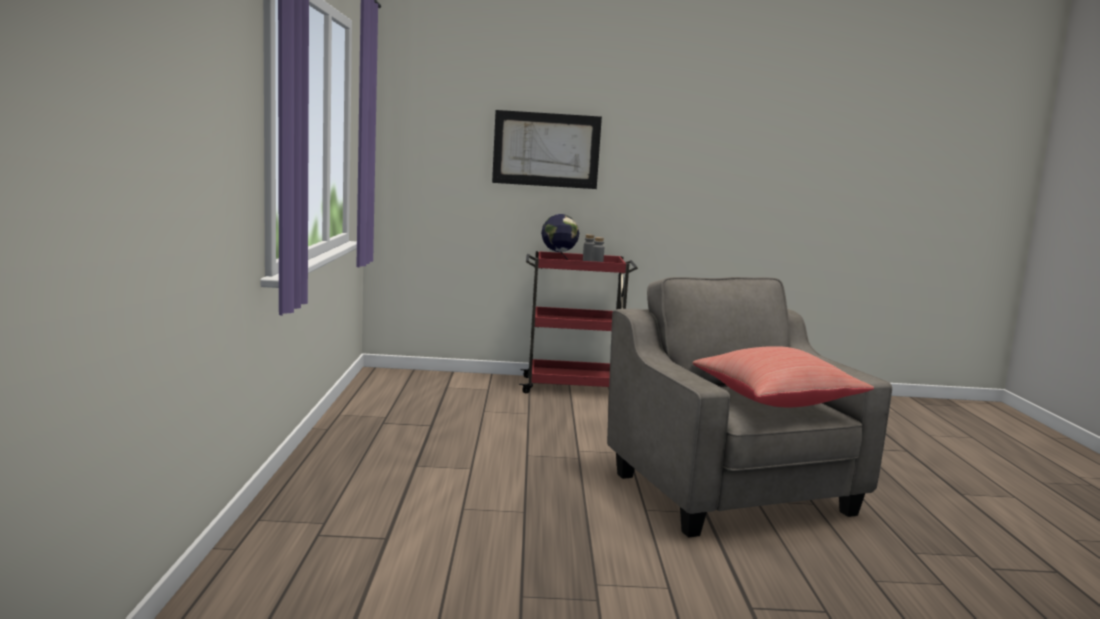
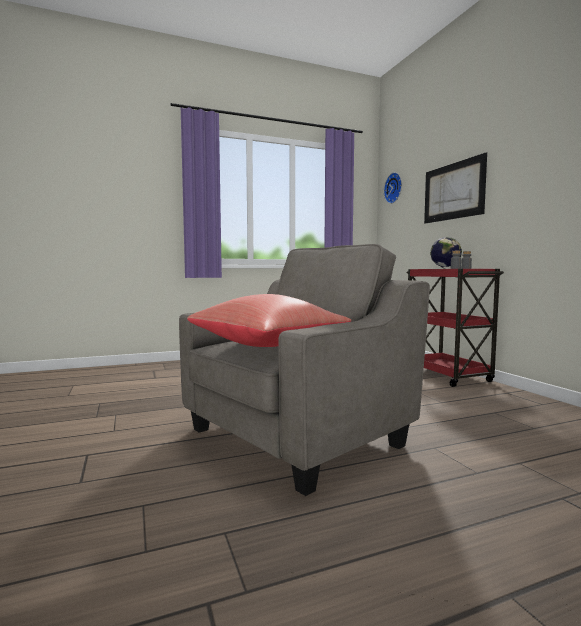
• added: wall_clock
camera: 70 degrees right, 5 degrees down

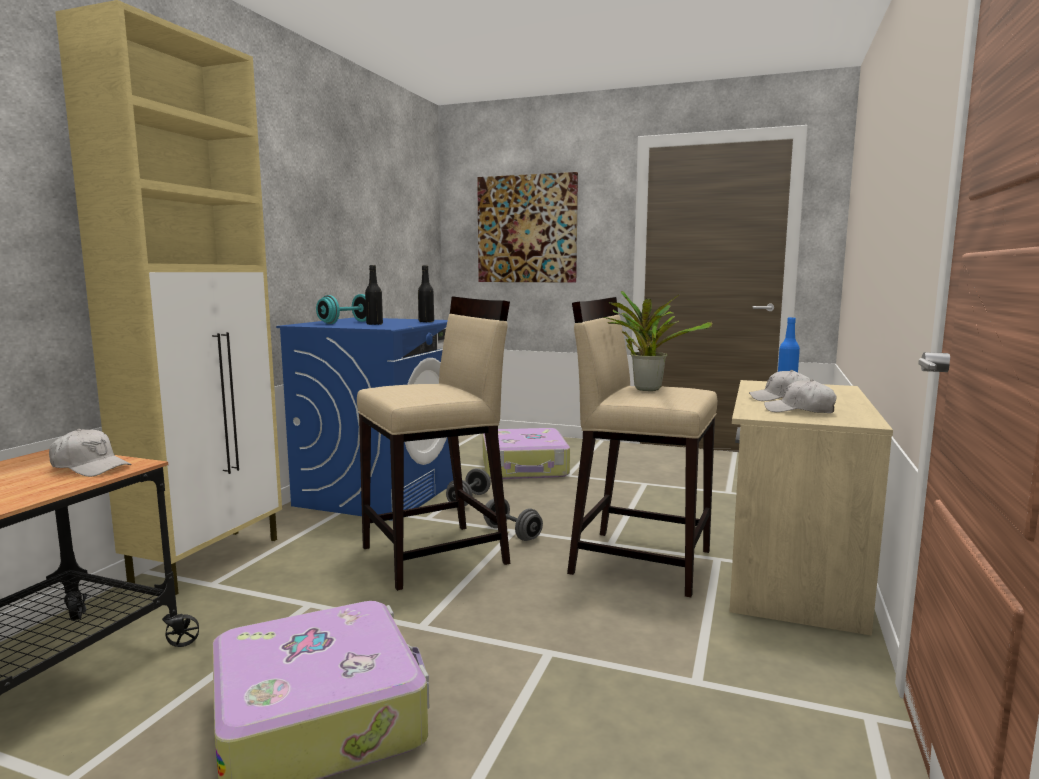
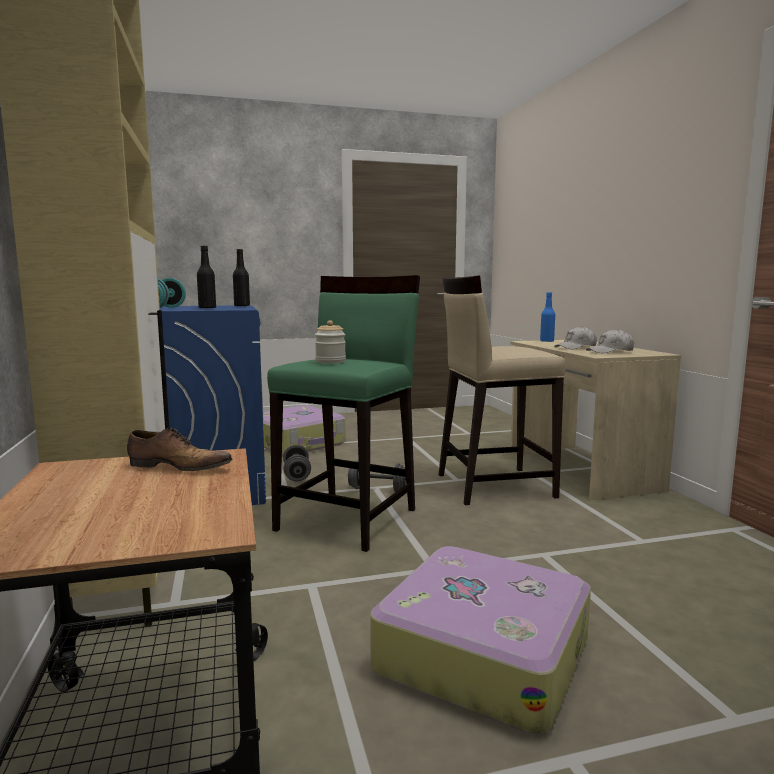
• removed: picture
• removed: potted_plant
• recoloured: beige_stool (1st from left) to green_stool
• replaced: white_cap (1st from left) to shoe
• added: jar
camera: 35 degrees left, 0 degrees up

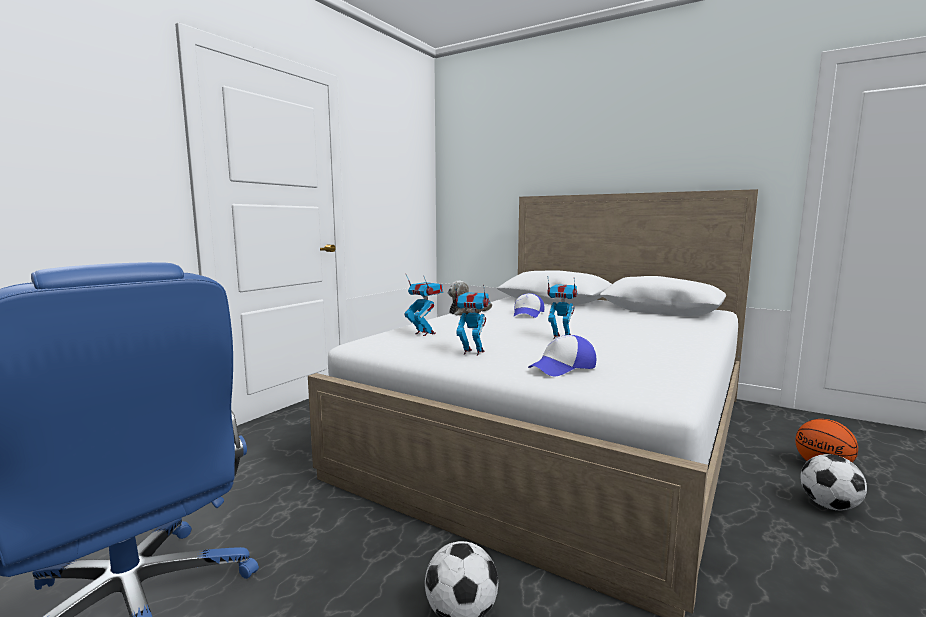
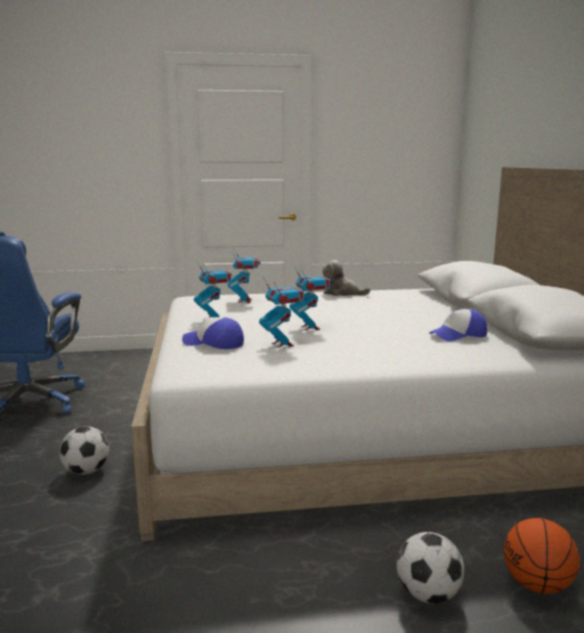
• moved: cap (1st from left in the first image) to cap (2nd from left)
• added: toy_robot (3rd from left)
camera: 50 degrees right, 5 degrees up

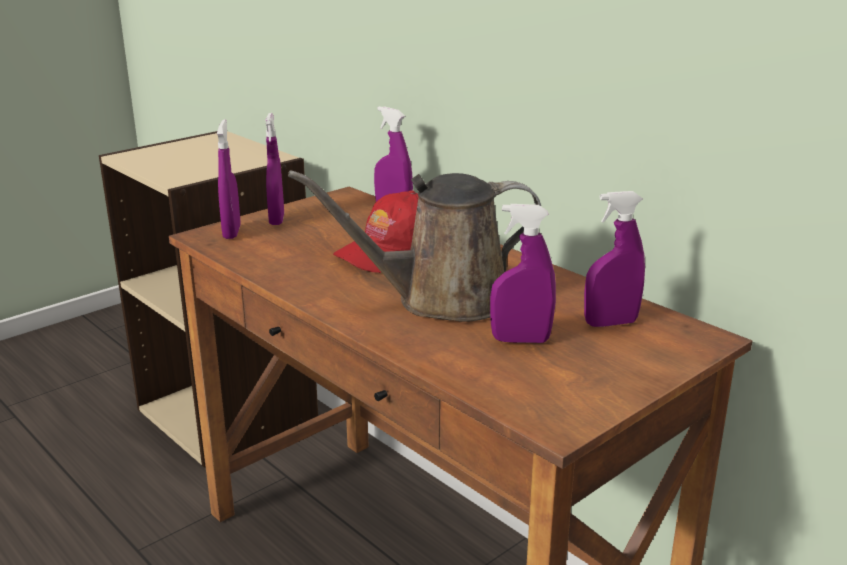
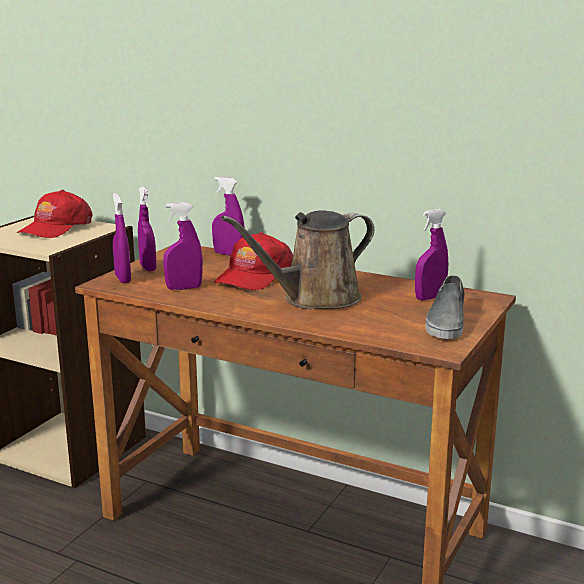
• moved: purple_spray_bottle (4th from left in the first image) to purple_spray_bottle (3rd from left)
• added: red_cap (1st from left)
• added: grey_shoe
camera: 20 degrees left, 5 degrees down

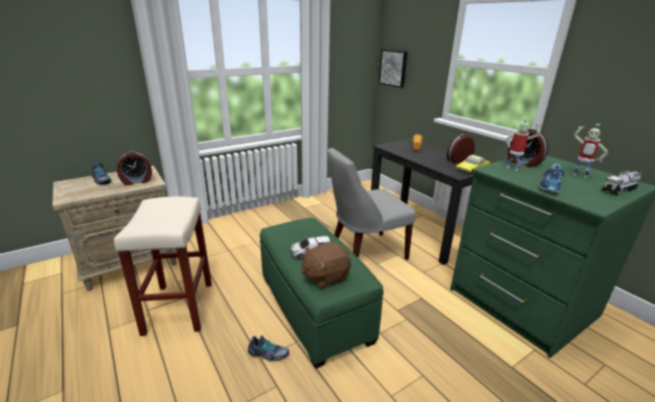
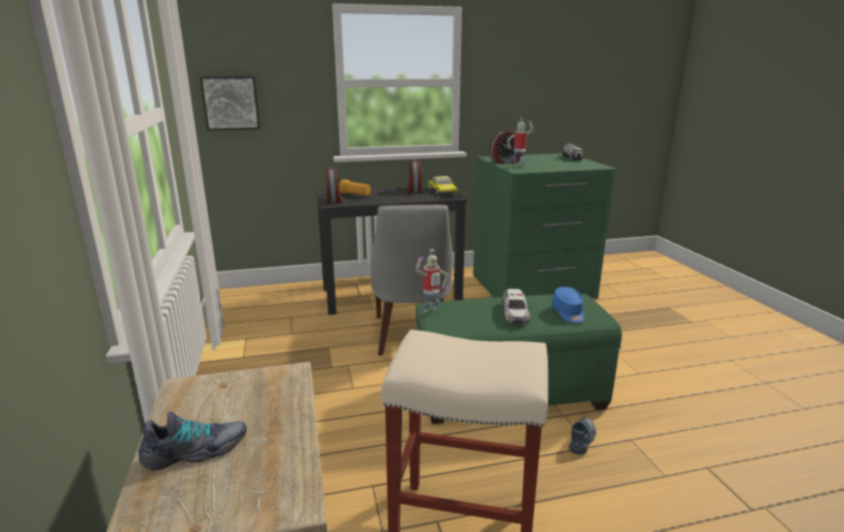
• moved: toy_robot (2nd from left in the first image) to toy_robot (1st from left)
• moved: alarm_clock (1st from left)
• removed: shoe (3rd from left)
• replaced: brown_plush_toy to blue_cap
camera: 70 degrees left, 5 degrees down

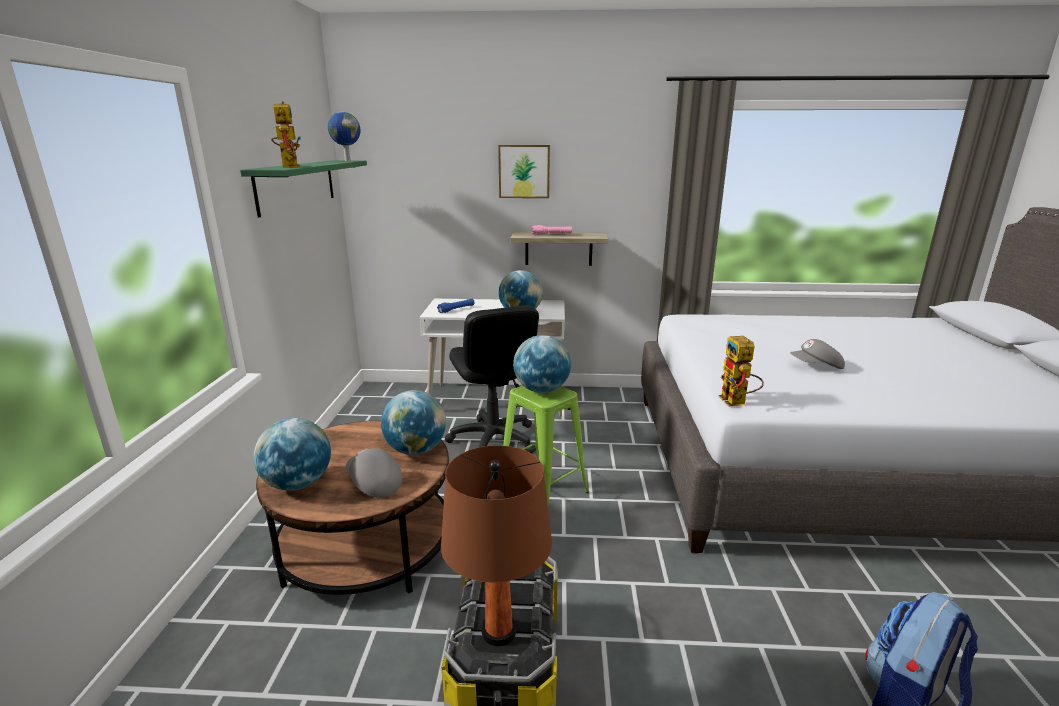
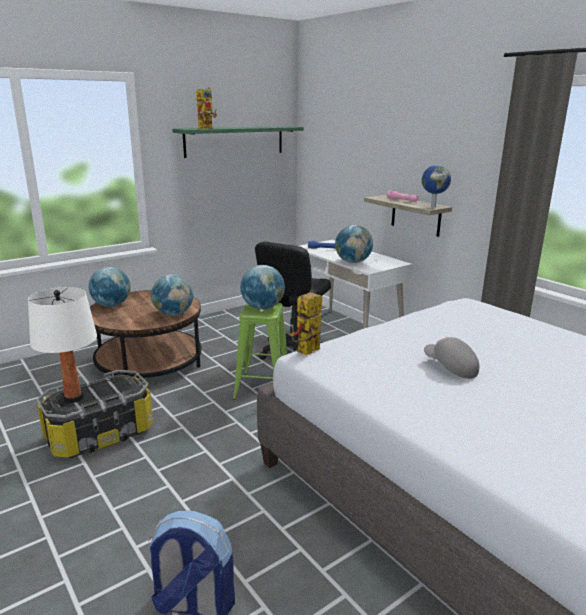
• moved: globe (2nd from left in the first image) to globe (5th from left)
• removed: picture
• recoloured: brown_table_lamp to white_table_lamp
• removed: grey_cap (1st from left)
camera: 50 degrees right, 0 degrees up

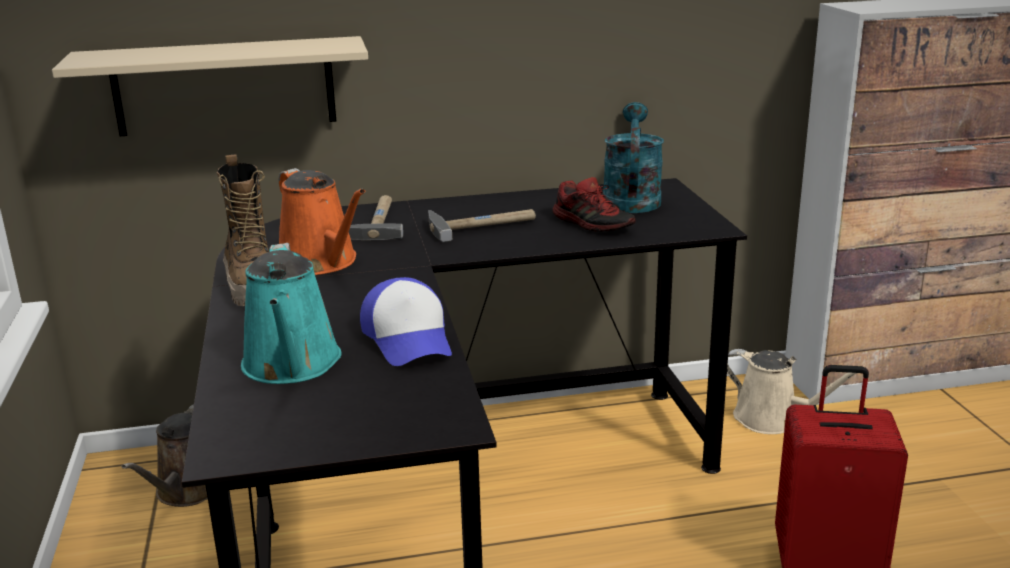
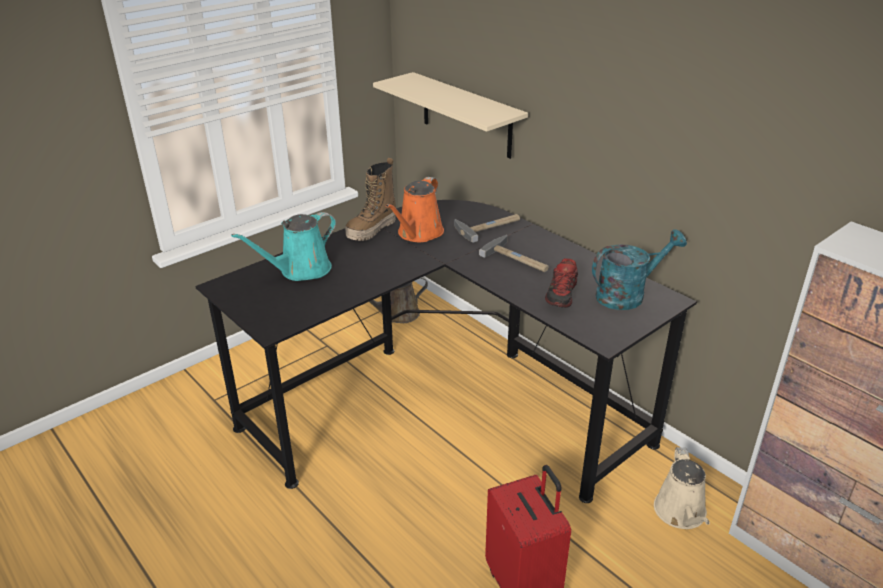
• removed: cap
camera: 60 degrees right, 10 degrees up

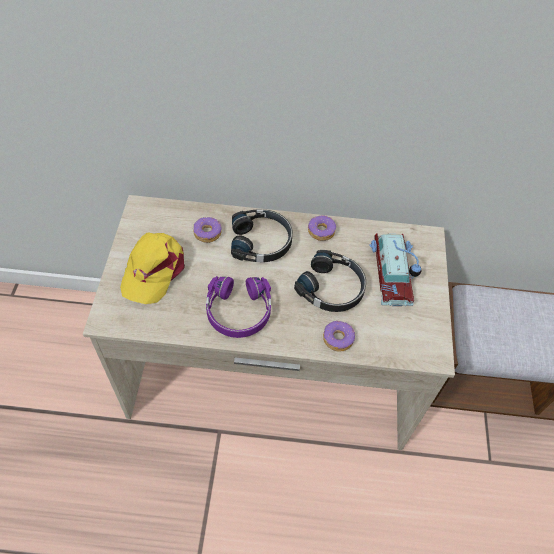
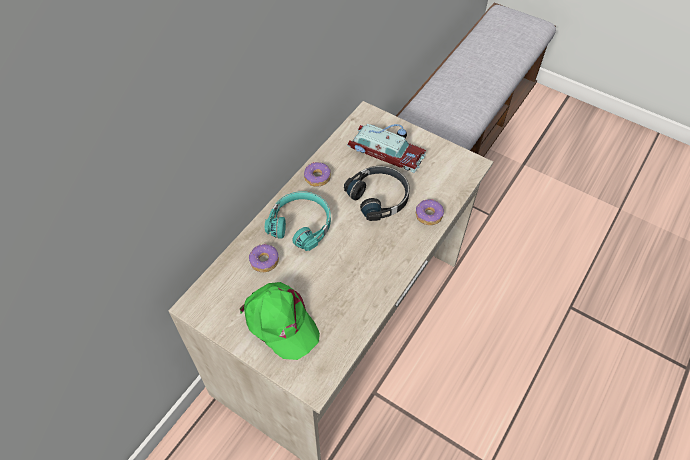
• recoloured: black_headphones (1st from left) to turquoise_headphones
• recoloured: yellow_cap to green_cap
• removed: purple_headphones
camera: 60 degrees left, 0 degrees up

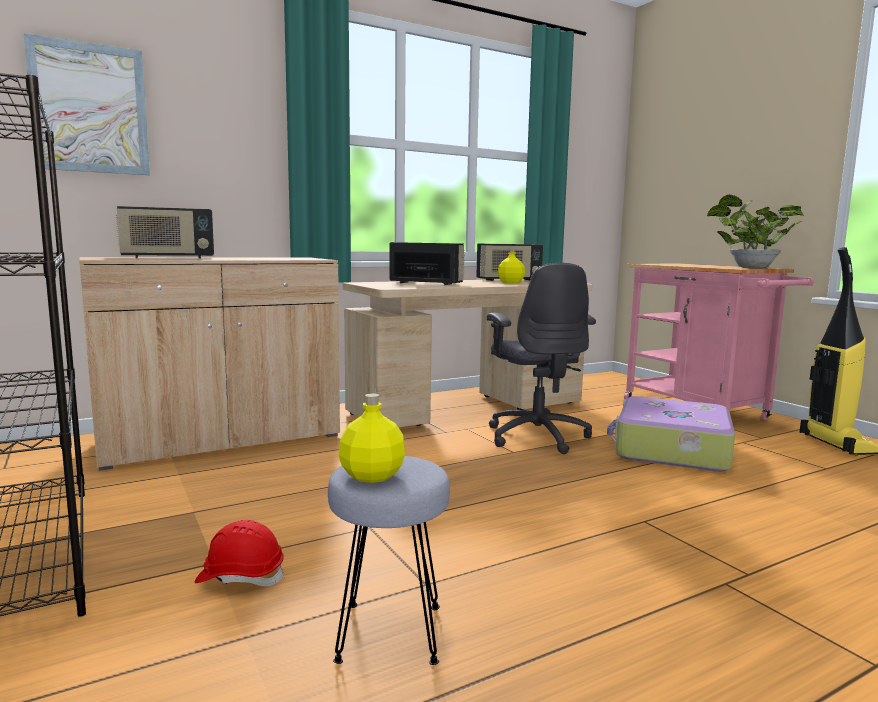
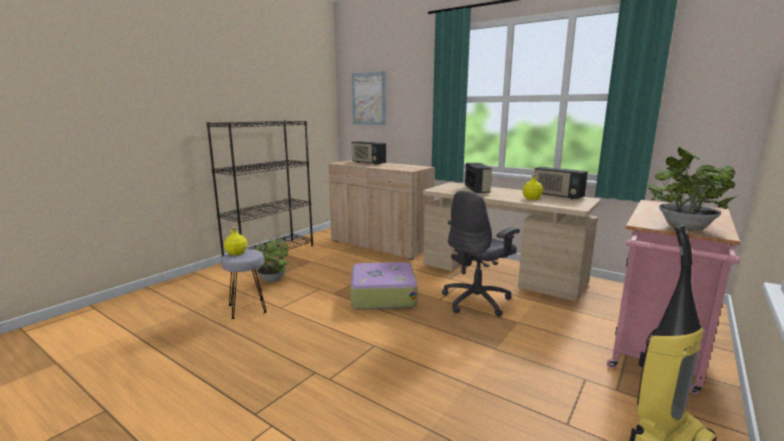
• moved: suitcase
• replaced: red_hard_hat to potted_plant (1st from left)
camera: 65 degrees right, 5 degrees up

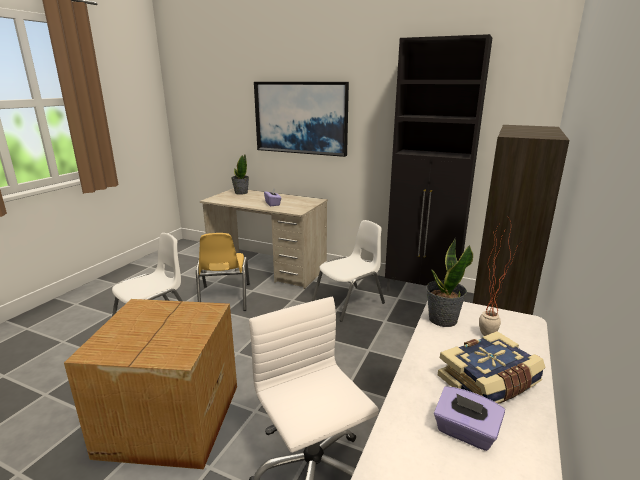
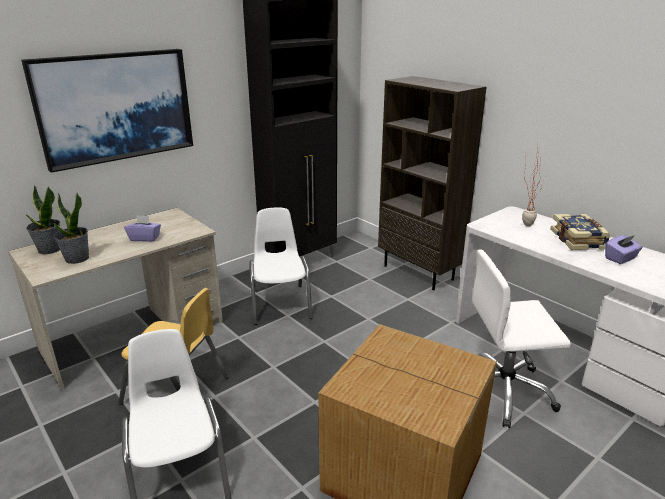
• moved: potted_plant (2nd from left)
camera: 65 degrees left, 5 degrees up

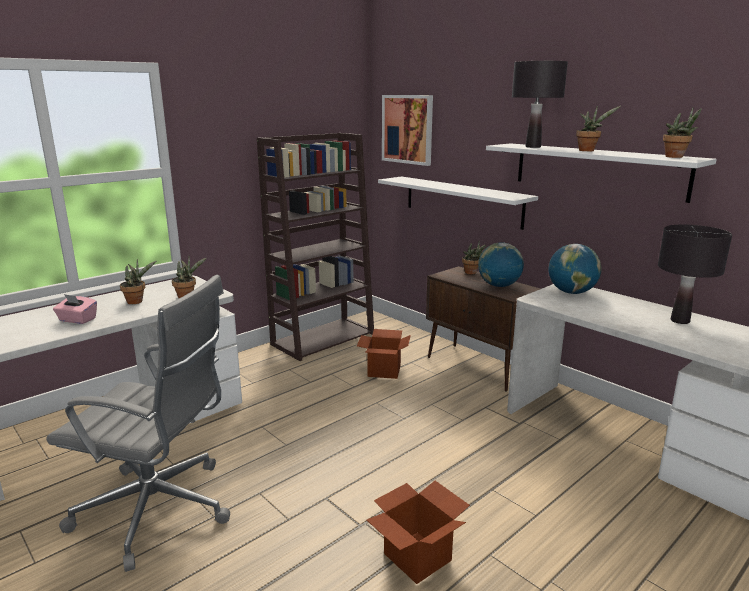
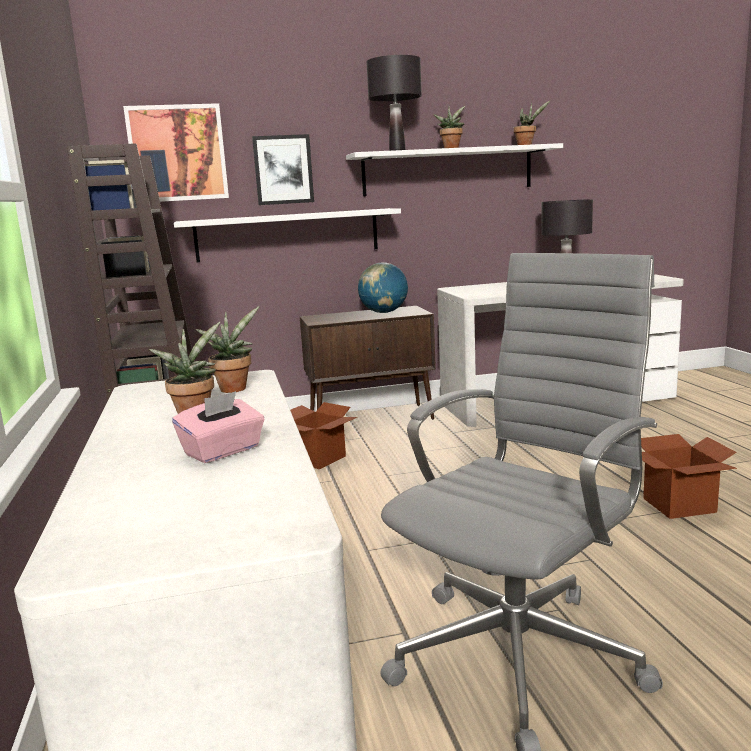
• removed: potted_plant (3rd from left)
• removed: globe (2nd from left)
• added: picture (2nd from left)
camera: 60 degrees left, 5 degrees down

